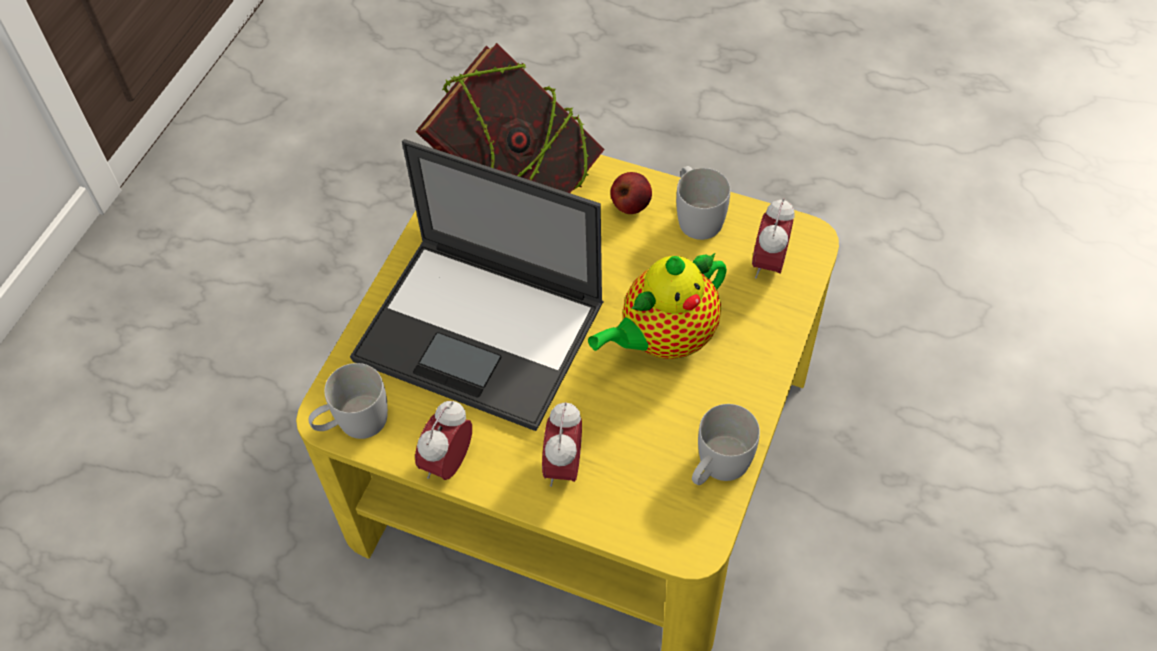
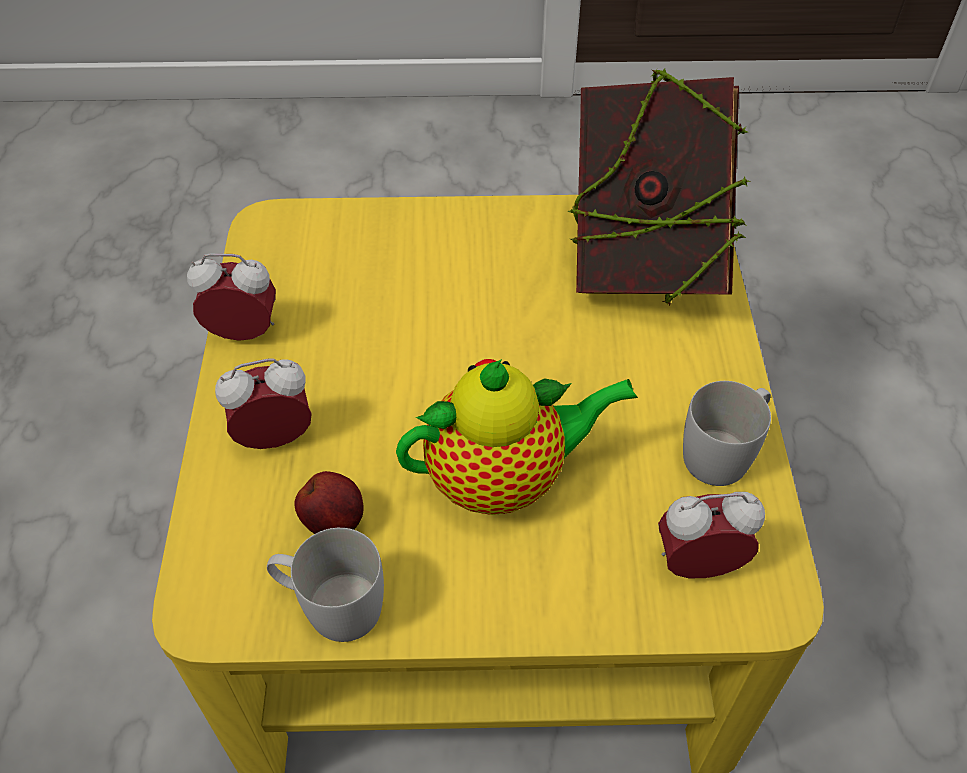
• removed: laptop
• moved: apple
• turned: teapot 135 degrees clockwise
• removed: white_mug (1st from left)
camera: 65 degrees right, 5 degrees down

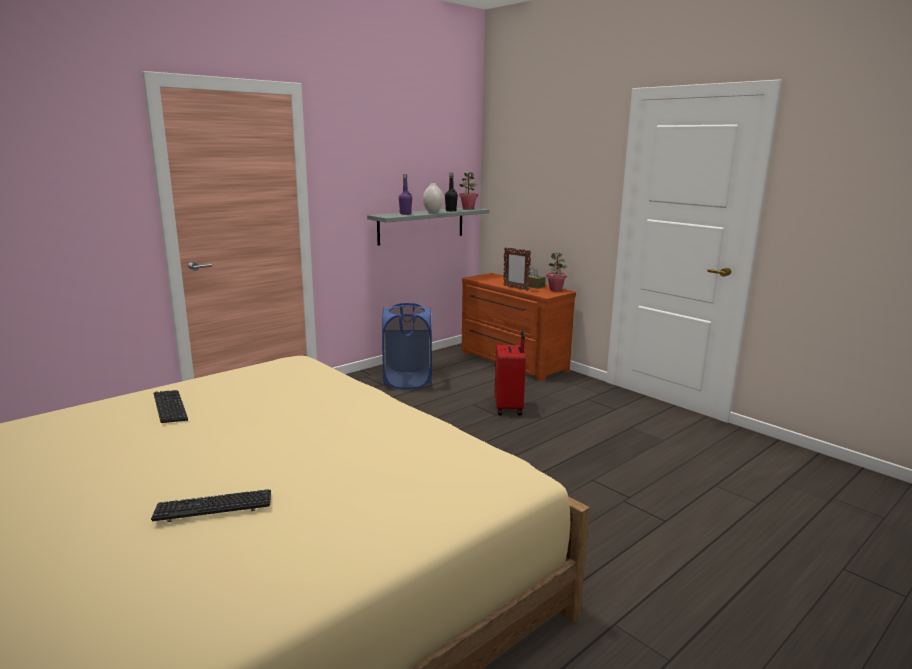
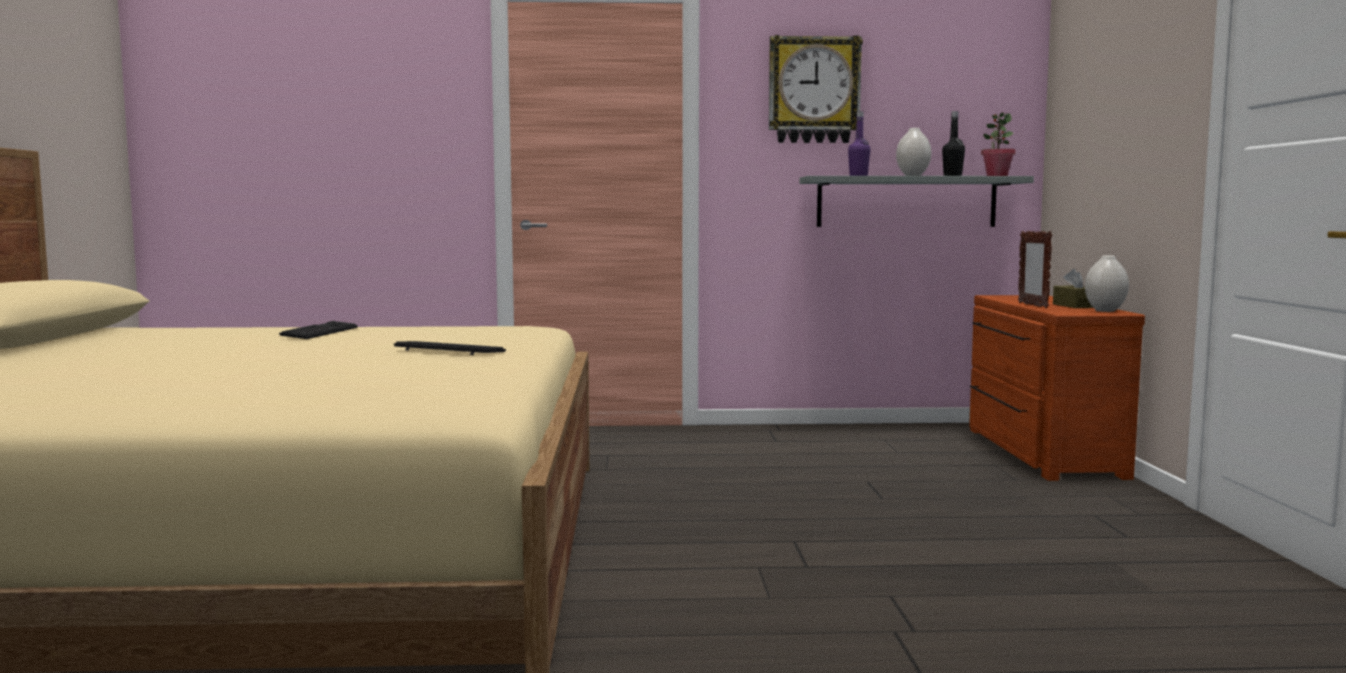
• replaced: potted_plant (2nd from left) to white_vase (2nd from left)
• removed: blue_laundry_basket
• removed: red_suitcase
• moved: keyboard (2nd from left)
• added: wall_clock
camera: 40 degrees right, 10 degrees down

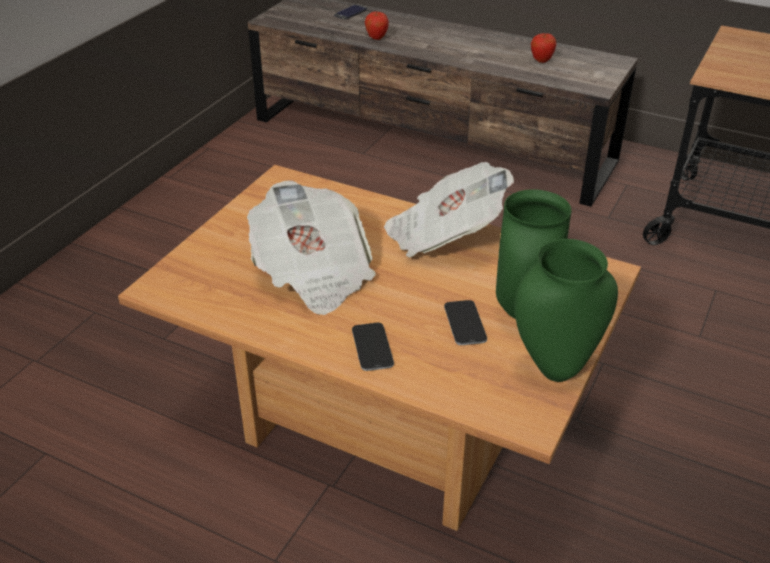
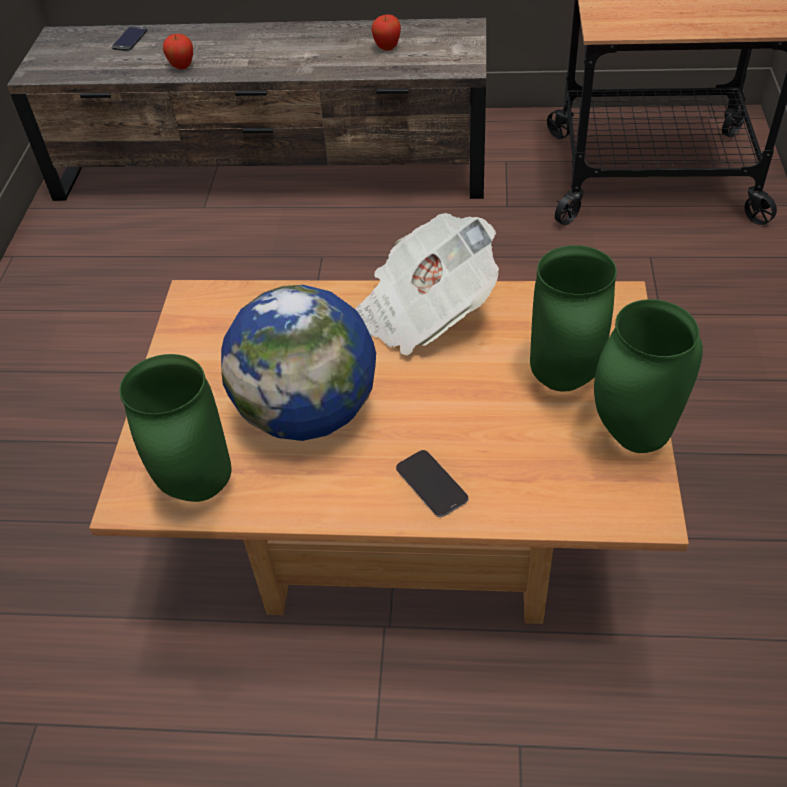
• replaced: newspaper (1st from left) to globe
• removed: phone (3rd from left)
• added: green_vase (1st from left)
camera: 20 degrees left, 10 degrees up

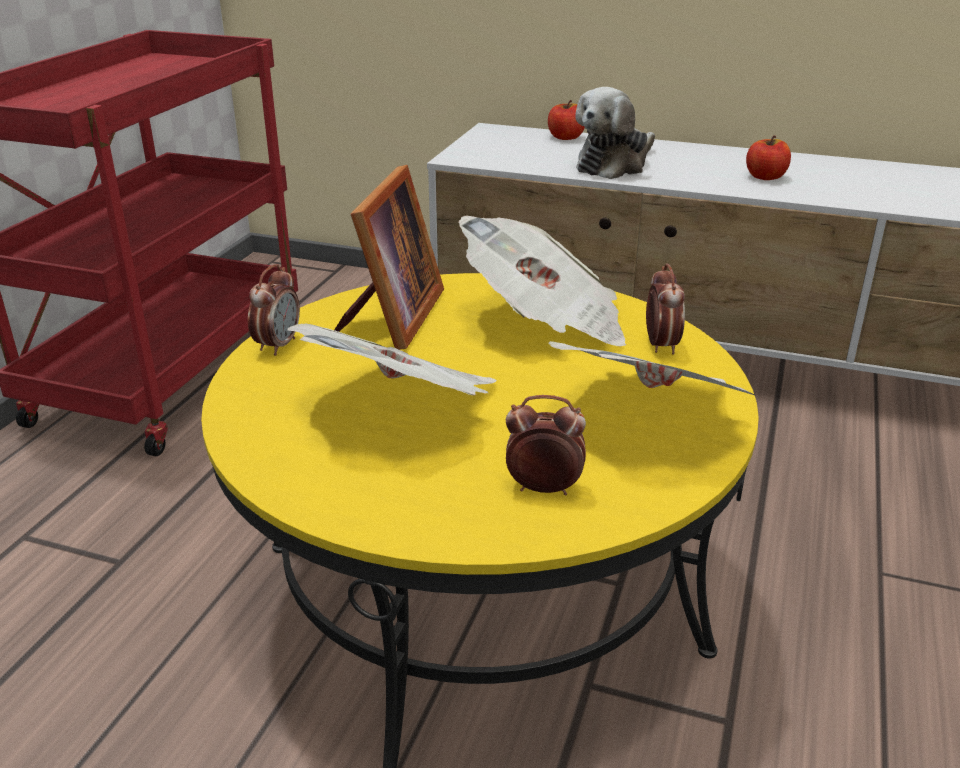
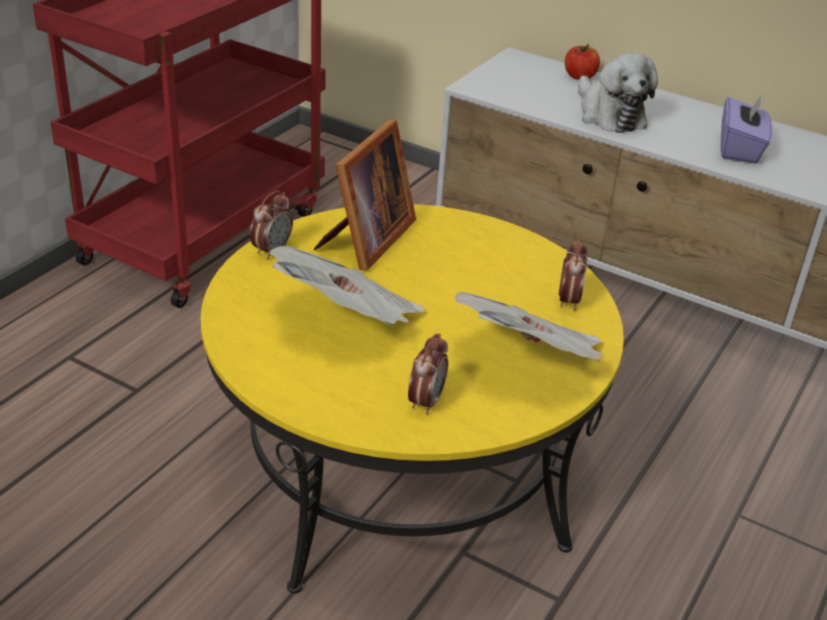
• turned: plush_toy 75 degrees counterclockwise
• replaced: apple (2nd from left) to purple_tissue_box
• removed: newspaper (2nd from left)
• turned: alarm_clock (2nd from left) 90 degrees clockwise
camera: 10 degrees right, 5 degrees up

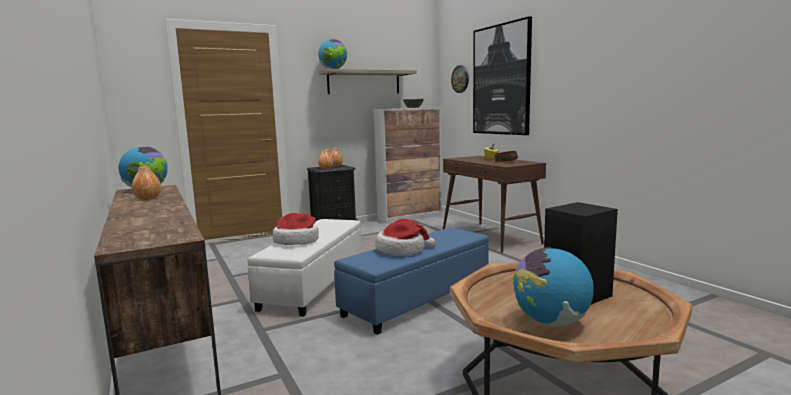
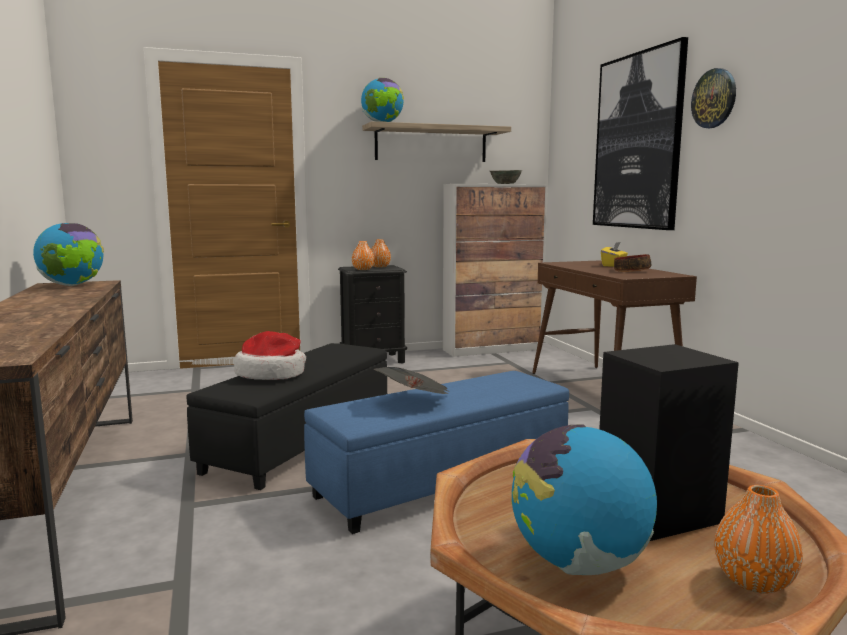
• moved: wall_clock
• moved: orange_vase (1st from left in the first image) to orange_vase (3rd from left)
• recoloured: white_ottoman to black_ottoman
• replaced: hat (2nd from left) to newspaper
camera: 10 degrees right, 0 degrees up

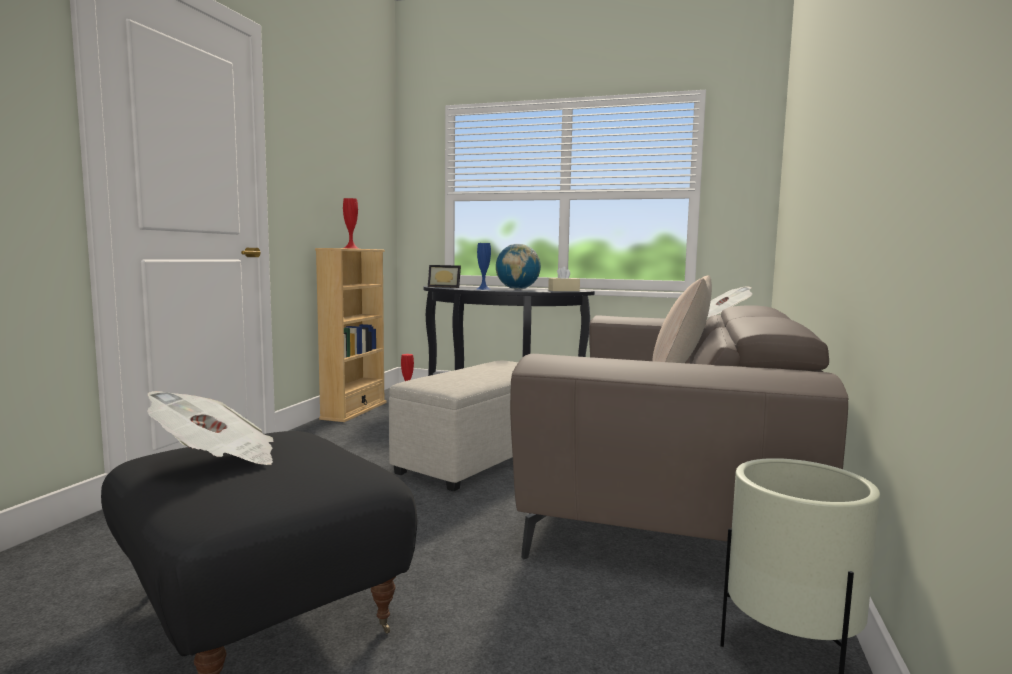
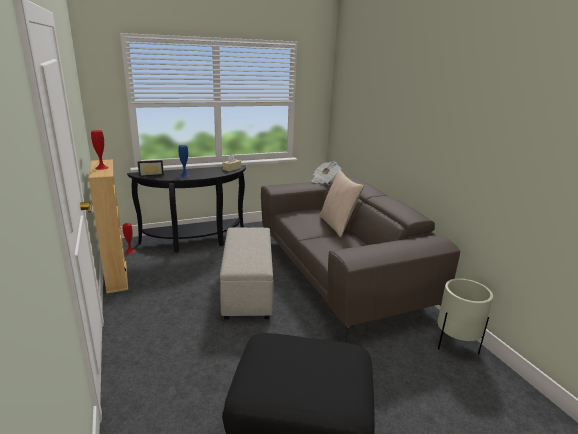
• removed: globe
• removed: newspaper (1st from left)
camera: 40 degrees left, 15 degrees up

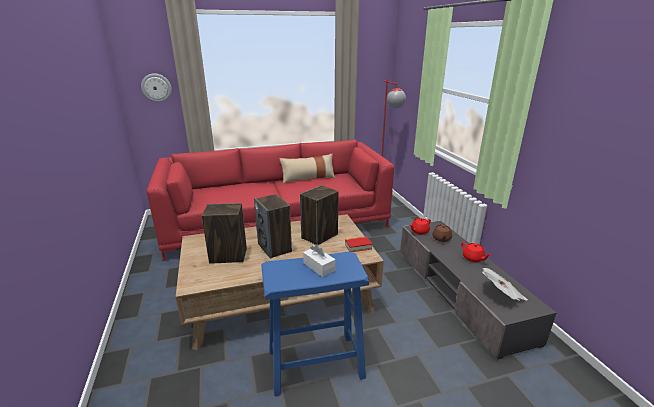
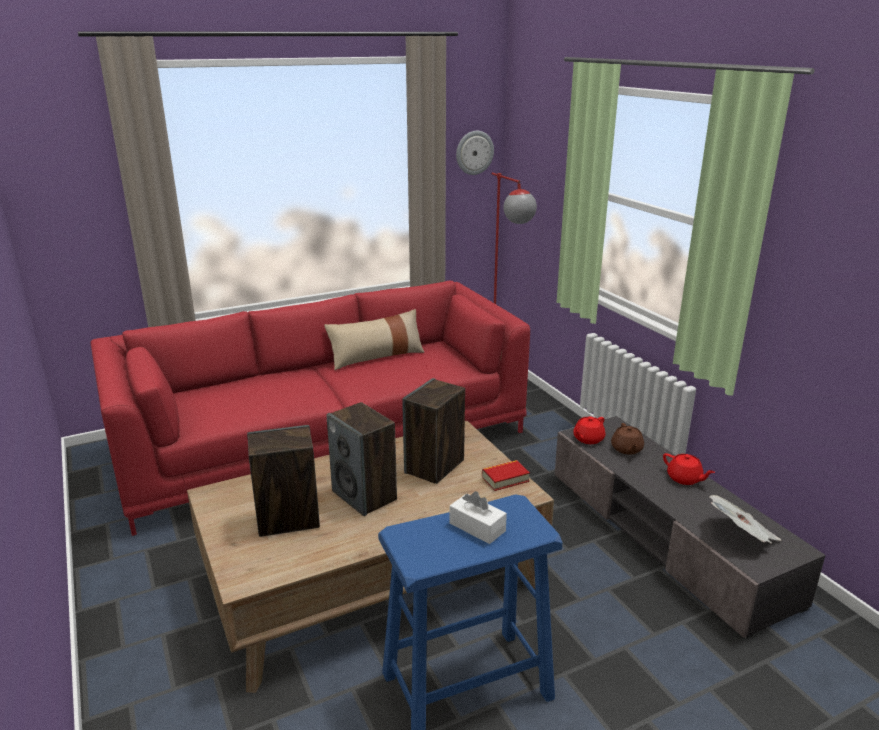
• moved: wall_clock
camera: 10 degrees left, 0 degrees up

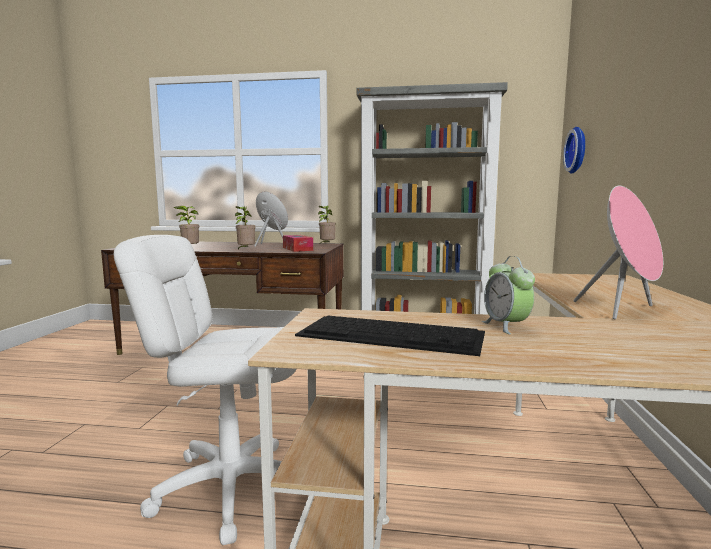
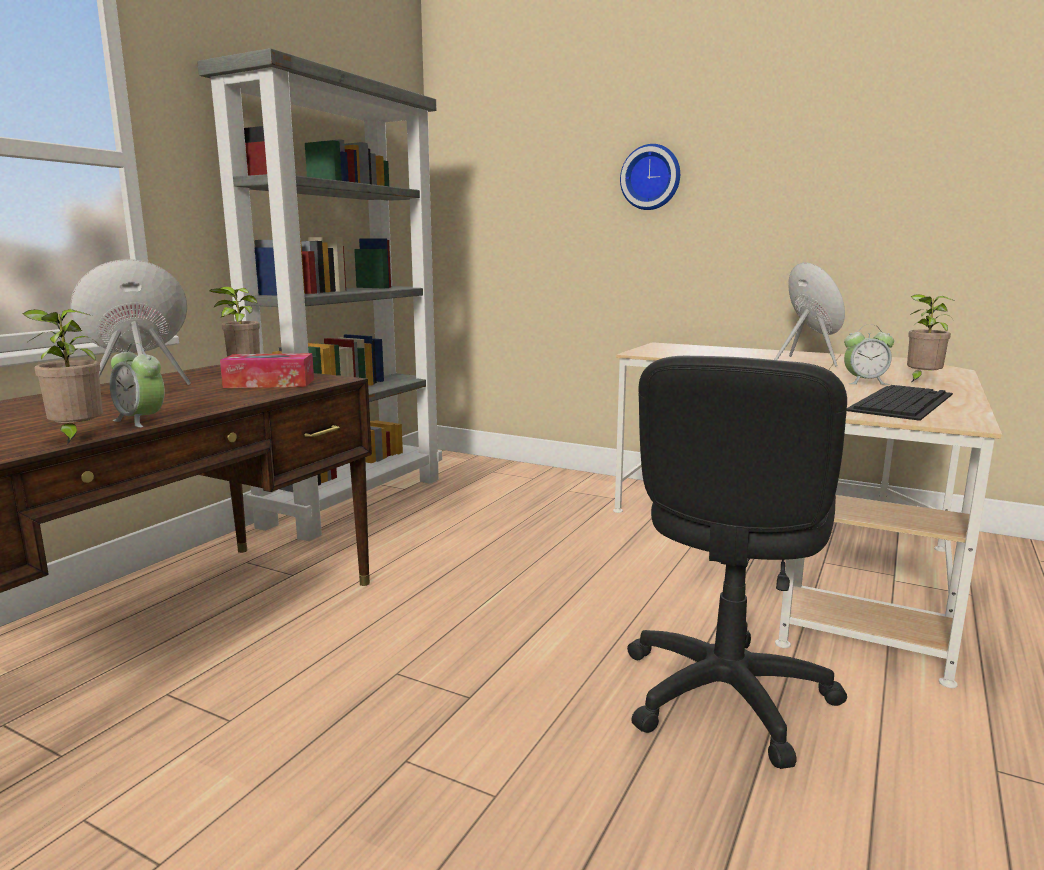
• moved: wall_clock
• moved: potted_plant (2nd from left in the first image) to potted_plant (3rd from left)
• recoloured: white_office_chair to black_office_chair
• added: alarm_clock (1st from left)
camera: 70 degrees left, 5 degrees up

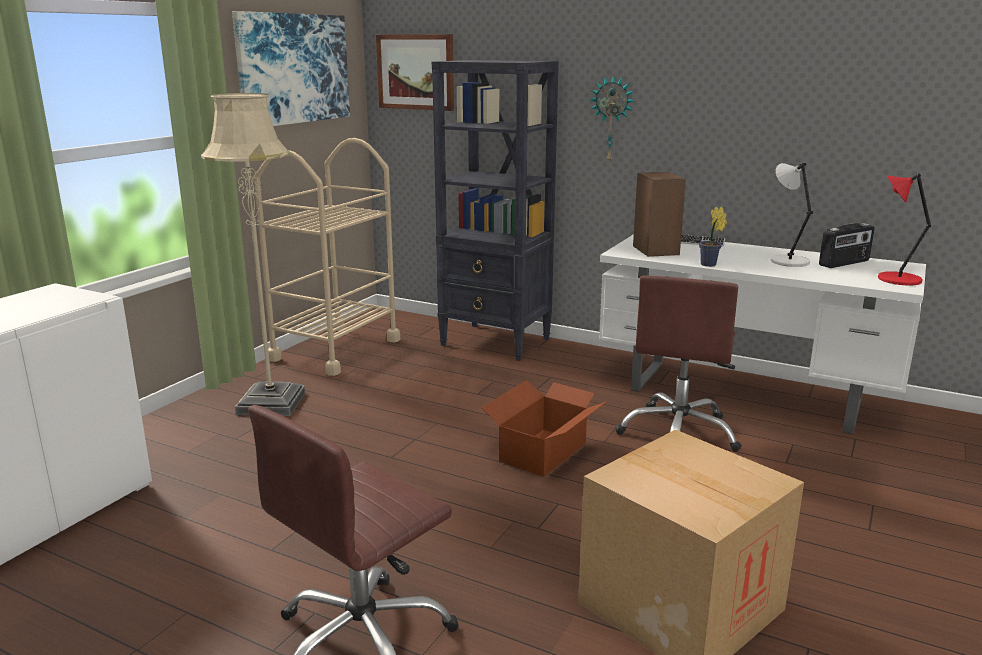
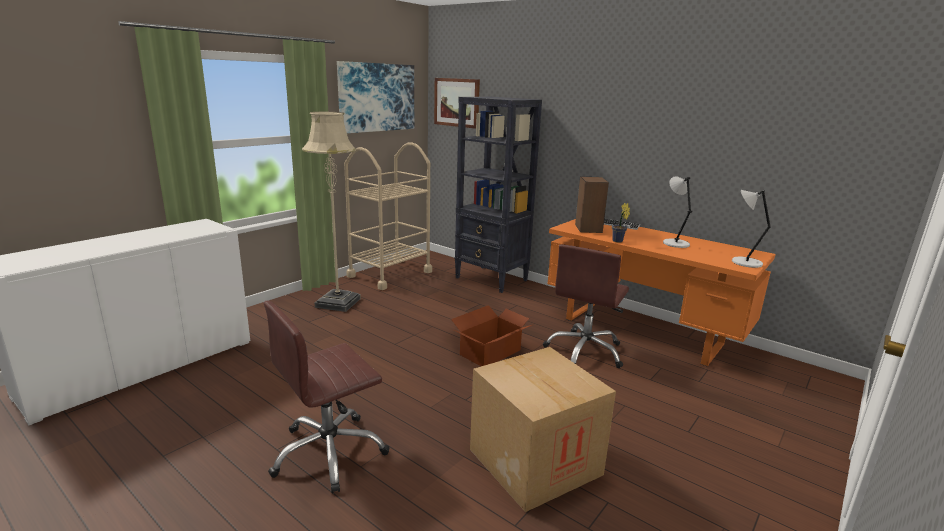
• removed: wall_clock
• recoloured: red_table_lamp to grey_table_lamp (2nd from left)
• removed: radio
• recoloured: white_desk to orange_desk
camera: 10 degrees right, 0 degrees up

